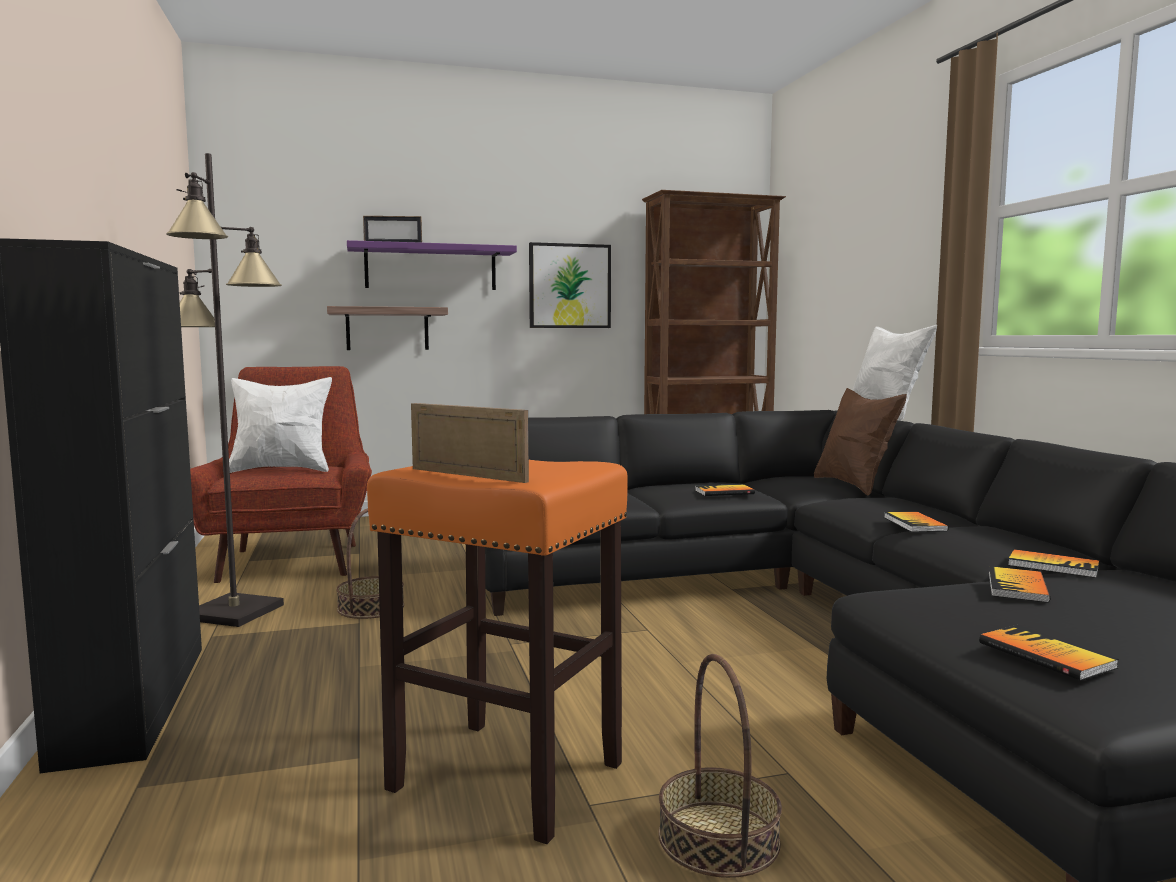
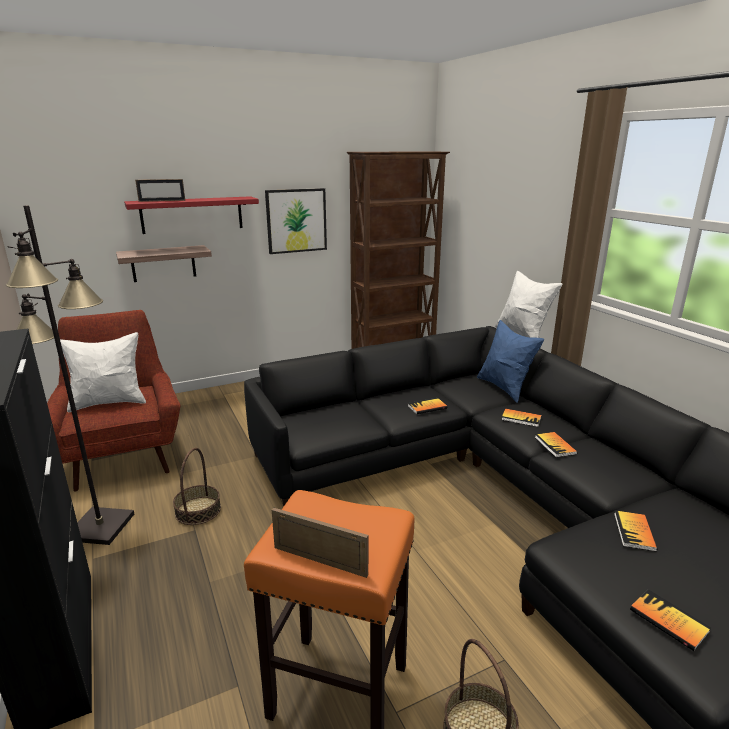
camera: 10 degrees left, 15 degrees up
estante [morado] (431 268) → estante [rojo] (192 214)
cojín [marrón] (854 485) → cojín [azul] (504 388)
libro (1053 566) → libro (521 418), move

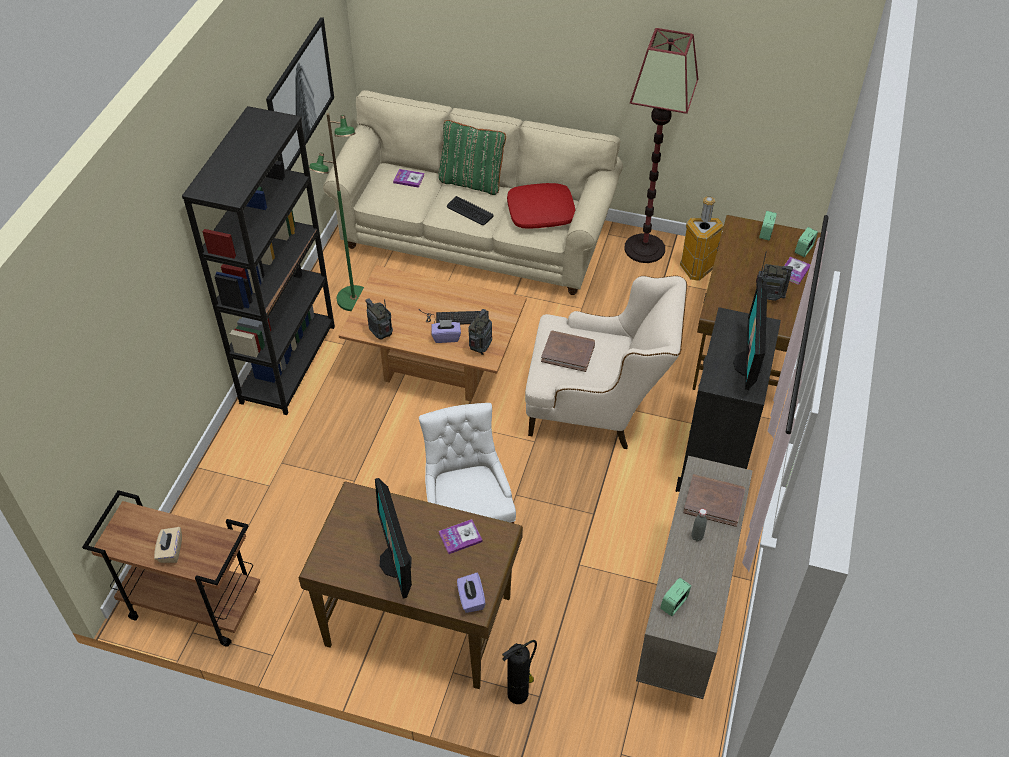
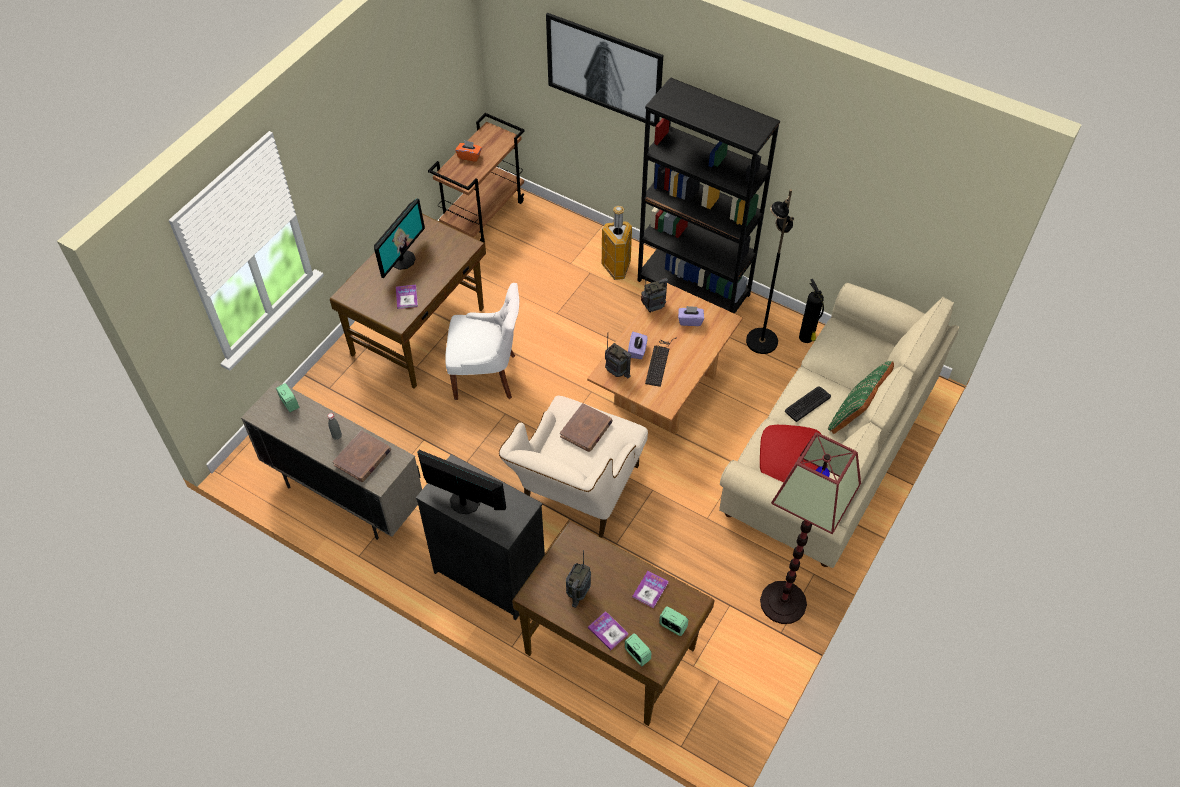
camera: 105 degrees right, 5 degrees up
caja de pañuelos [beis] (170 551) → caja de pañuelos [naranja] (469 156)
cuadro (299 97) → cuadro (605 69), move
lámpara de pie [verde] (353 299) → lámpara de pie [negro] (761 341)
monitor (396 562) → monitor (403 259), 120 degrees clockwise
libro (409 179) → libro (650 590), move
caja de pañuelos [morado] (471 599) → caja de pañuelos [morado] (690 321), move
extintor (519 693) → extintor (806 338), move
papelera (698 269) → papelera (617 269), move

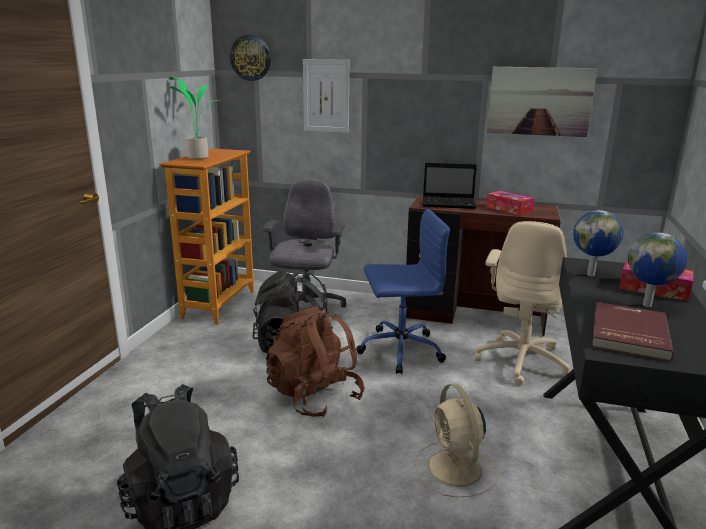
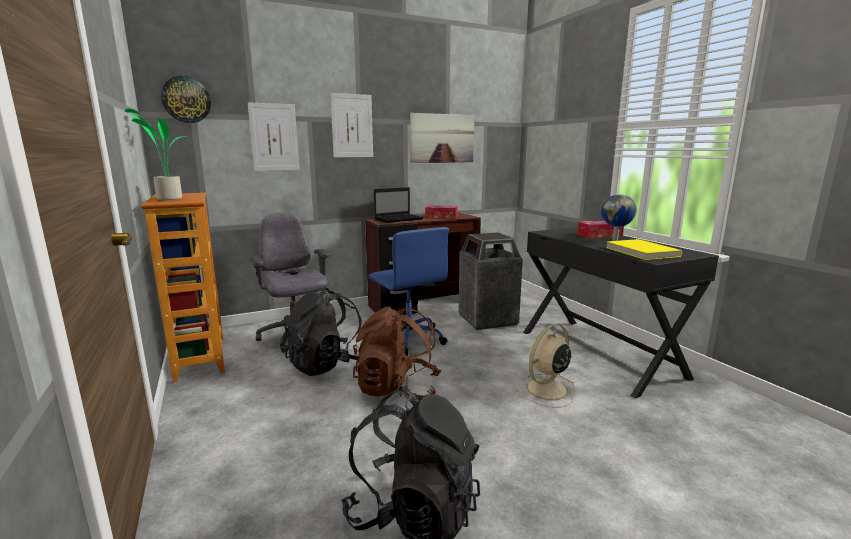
camera: 40 degrees left, 5 degrees down
silla de oficina [azul] (399 350) → silla de oficina [azul] (408 339), 105 degrees clockwise
ventilador [beis] (455 470) → ventilador [beis] (545 390), 105 degrees clockwise
silla de oficina [beis] (522 361) → papelera (487 319)
globo terráqueo (591 274) → -
libro [rojo] (627 333) → libro [amarillo] (640 252)
- → cuadro (352 126)

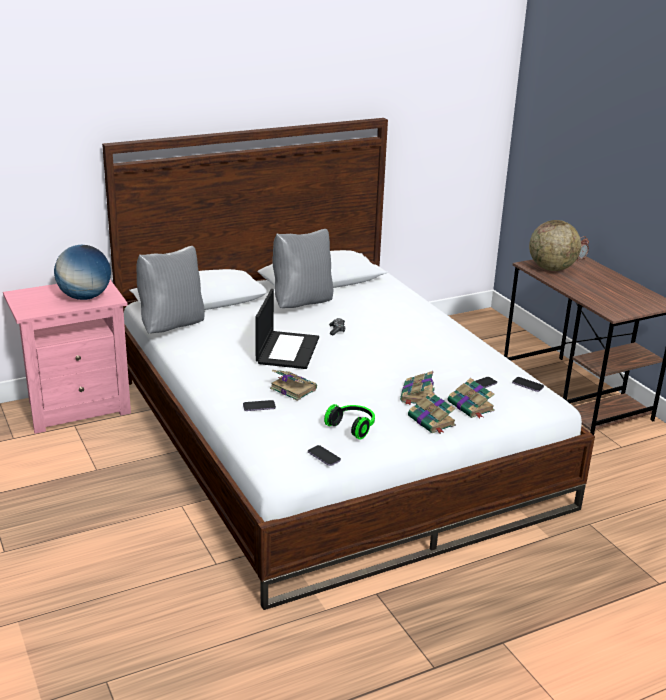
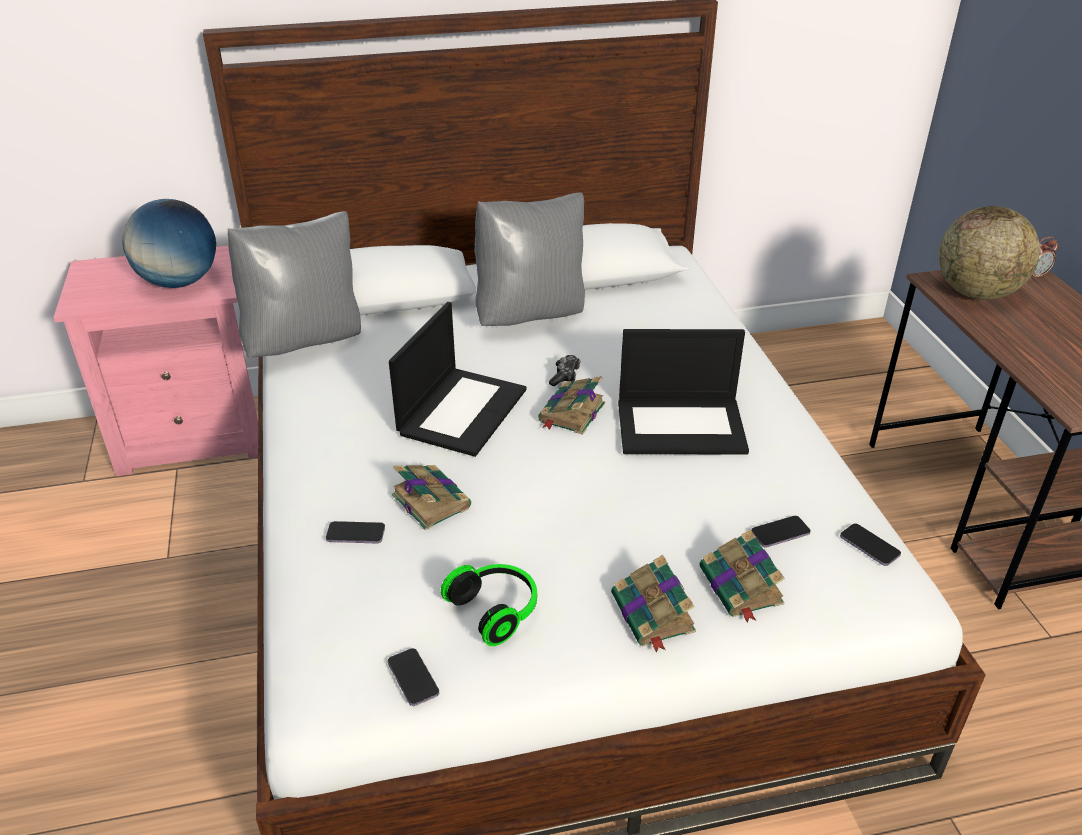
camera: 15 degrees right, 10 degrees up
libro (417 396) → libro (571 413), move
- → portátil (682 425)

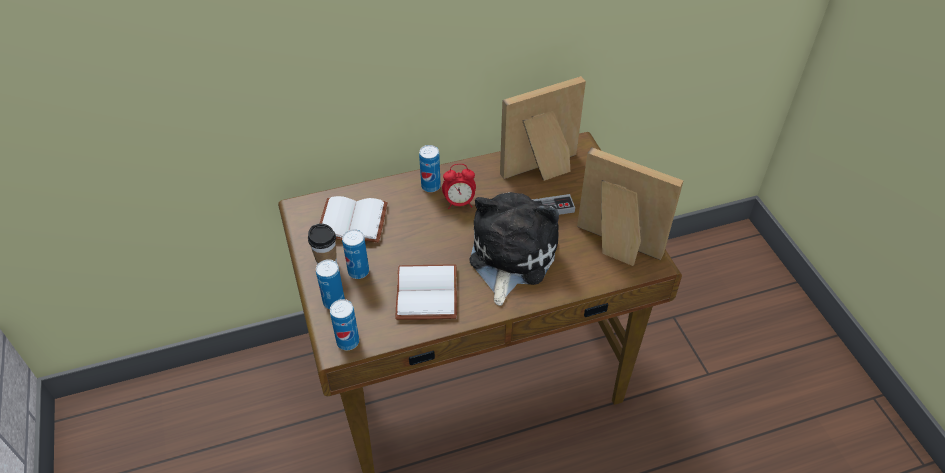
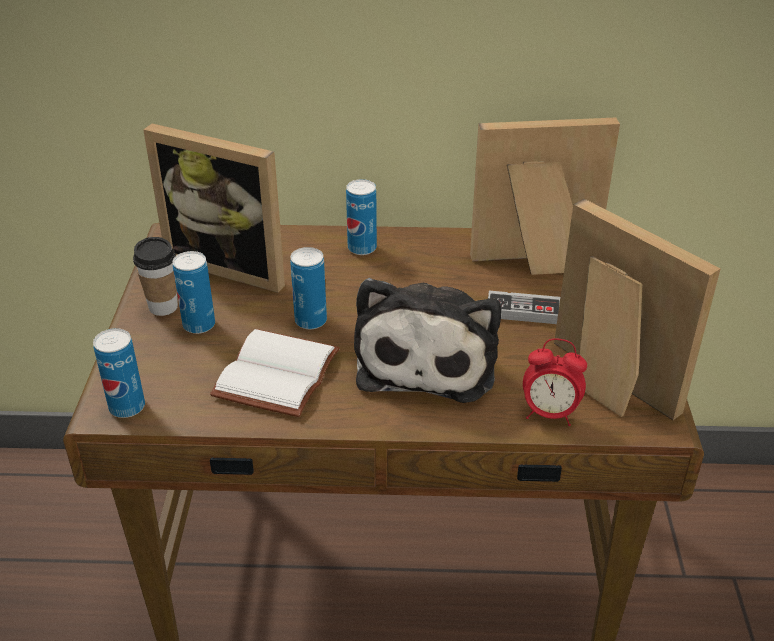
camera: 20 degrees right, 10 degrees down
lata (334 302) → lata (310 321), move
libro [blanco] (354 220) → portarretratos (232 264)
despertador (459 203) → despertador (549 414), move
peluche (510 257) → peluche (428 358), 150 degrees clockwise

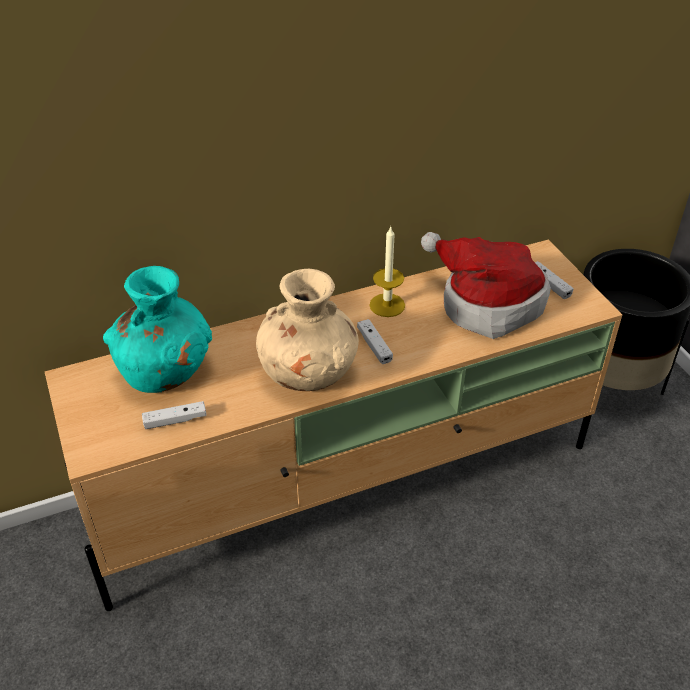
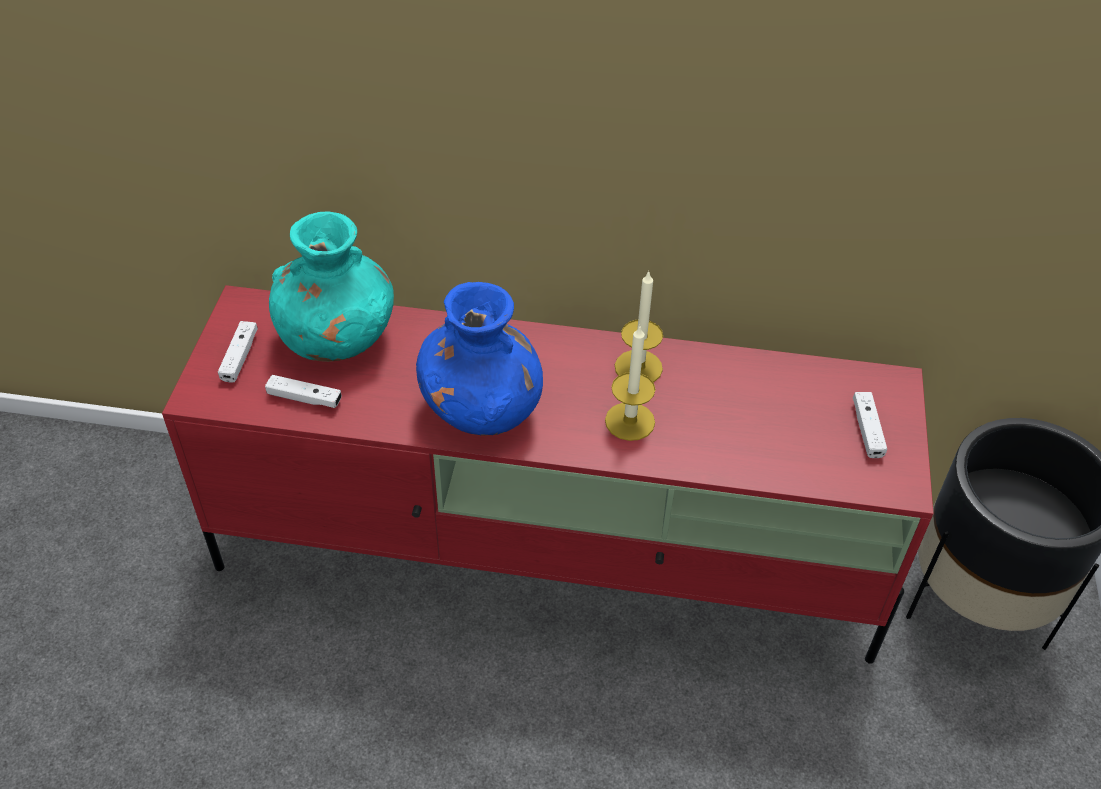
camera: 30 degrees right, 5 degrees up
mueble de televisión [beis] (347 483) → mueble de televisión [rojo] (550 560)
florero [beis] (309 373) → florero [azul] (482 410)
mando de consola [blanco] (374 346) → mando de consola [blanco] (239 357), move
sombrero (485 303) → -
- → vela (630 421)

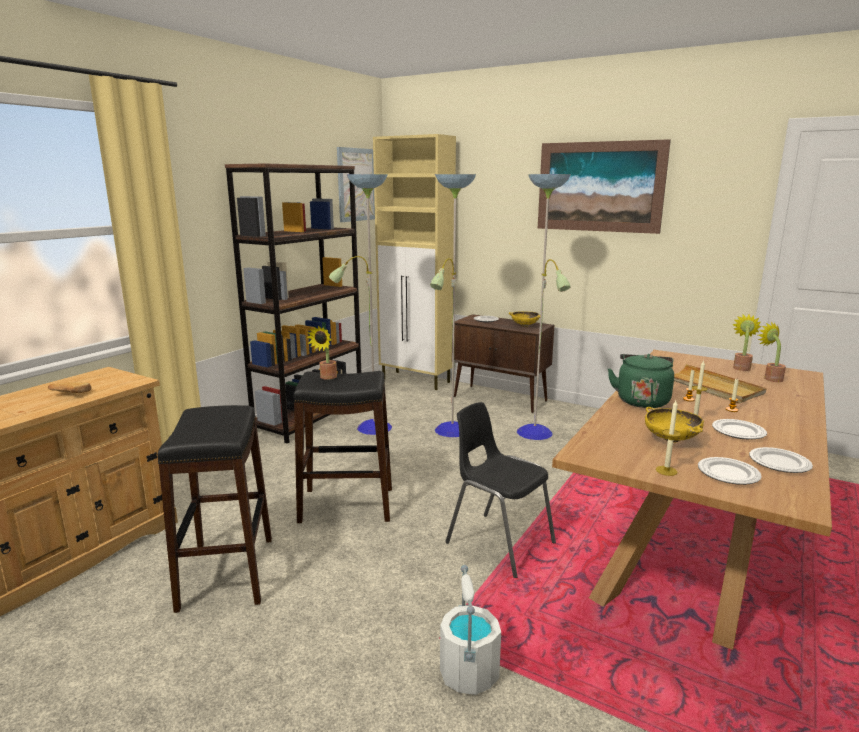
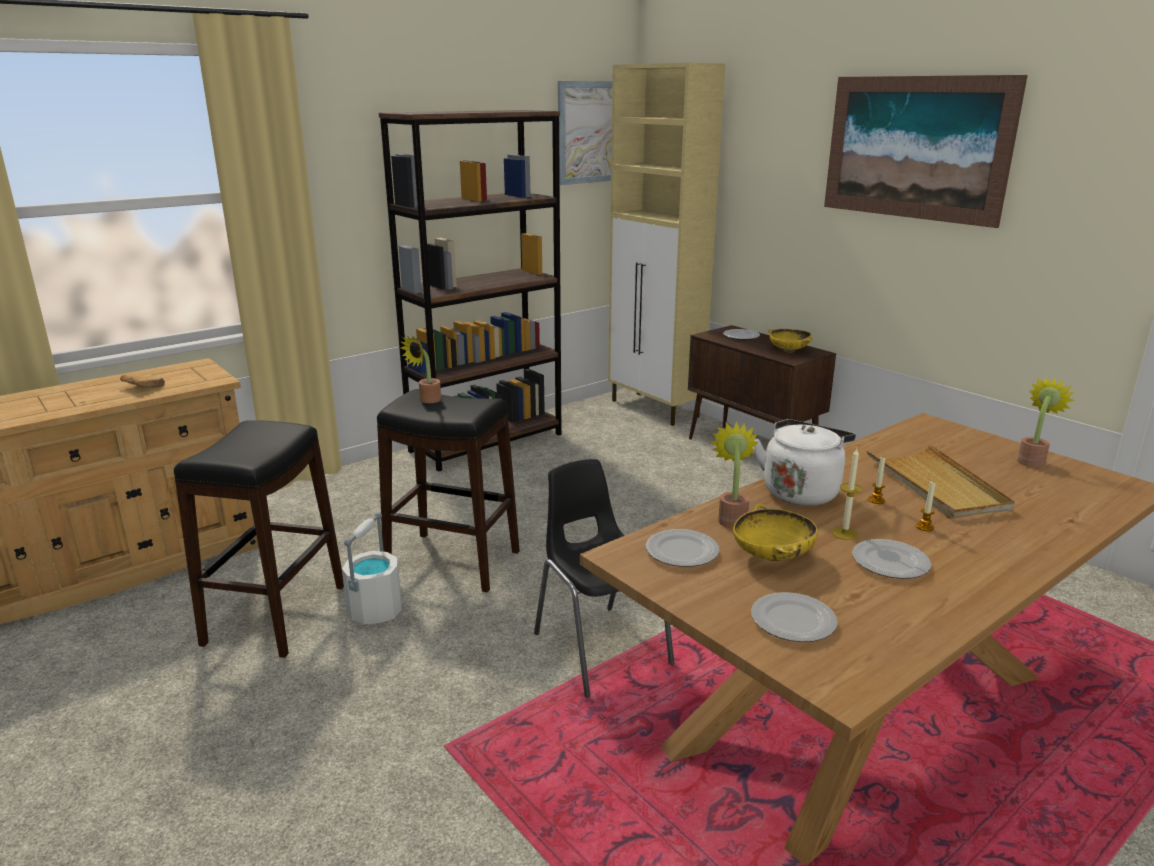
camera: 20 degrees right, 5 degrees up
lámpara de pie (451 431) → -
cubo [blanco] (468 672) → cubo [blanco] (375 610), move
hervidor [verde] (641 400) → hervidor [blanco] (801 491)
vela (666 471) → -
plato (780 463) → plato (682 552), move
planta en maceta (770 378) → planta en maceta (731 518), move

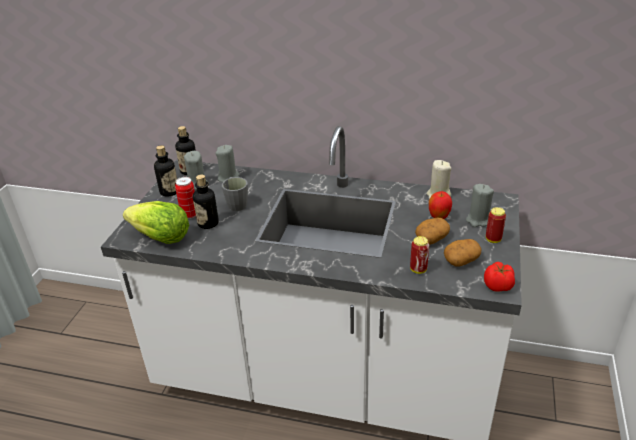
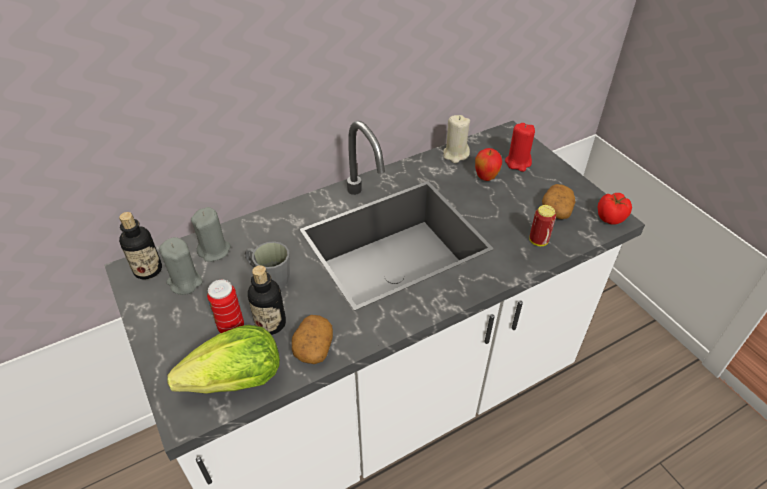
camera: 45 degrees left, 10 degrees up
botella (169 192) → -
patata (431 238) → patata (313 347), move
vela [gris] (478 220) → vela [rojo] (518 162)
lata (493 239) → -

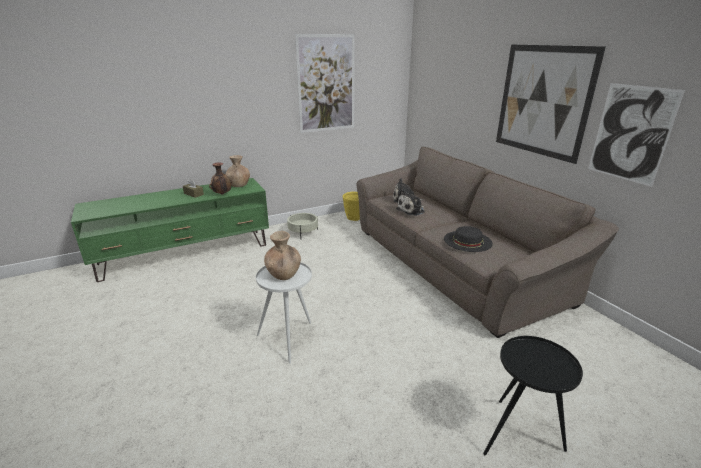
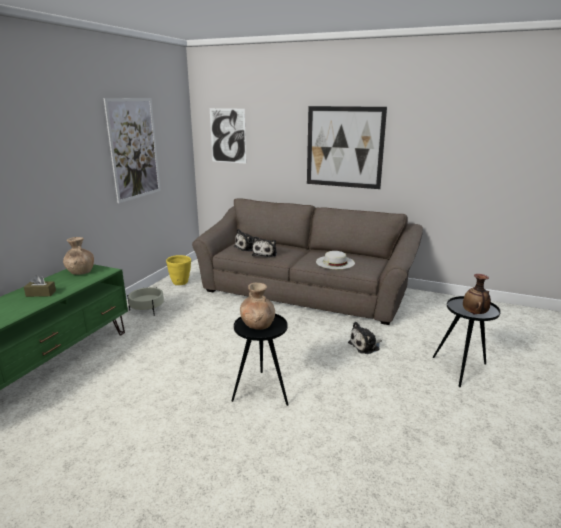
camera: 40 degrees left, 5 degrees down
florero (222 194) → florero (474 314), move
mesa auxiliar [blanco] (289 339) → mesa auxiliar [negro] (262 390)
sombrero [negro] (467 241) → sombrero [blanco] (335 262)
cuadro (631 134) → cuadro (228 136), move
- → peluche (365 346)

